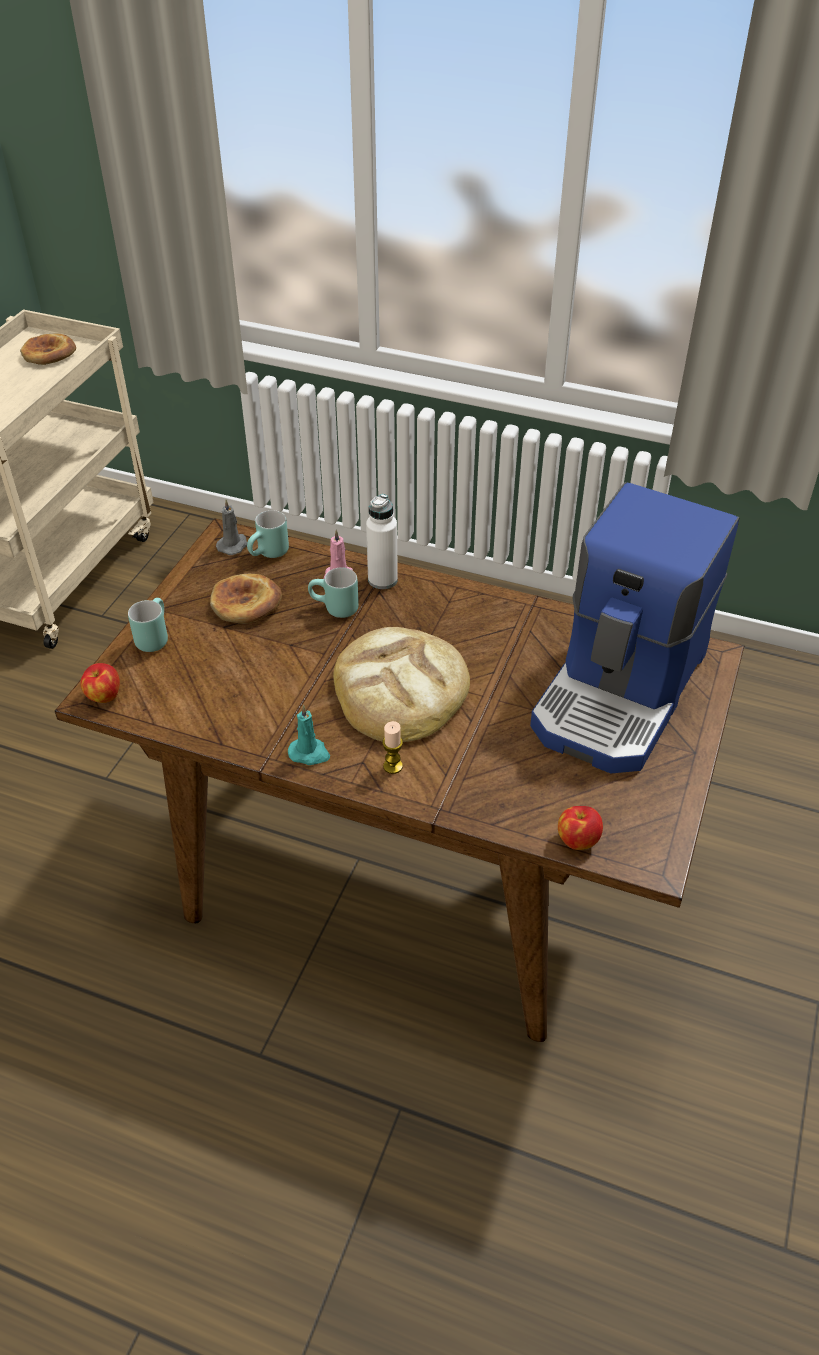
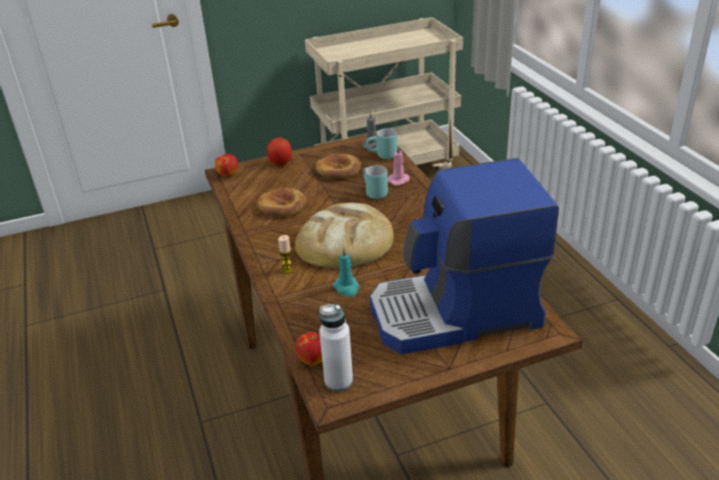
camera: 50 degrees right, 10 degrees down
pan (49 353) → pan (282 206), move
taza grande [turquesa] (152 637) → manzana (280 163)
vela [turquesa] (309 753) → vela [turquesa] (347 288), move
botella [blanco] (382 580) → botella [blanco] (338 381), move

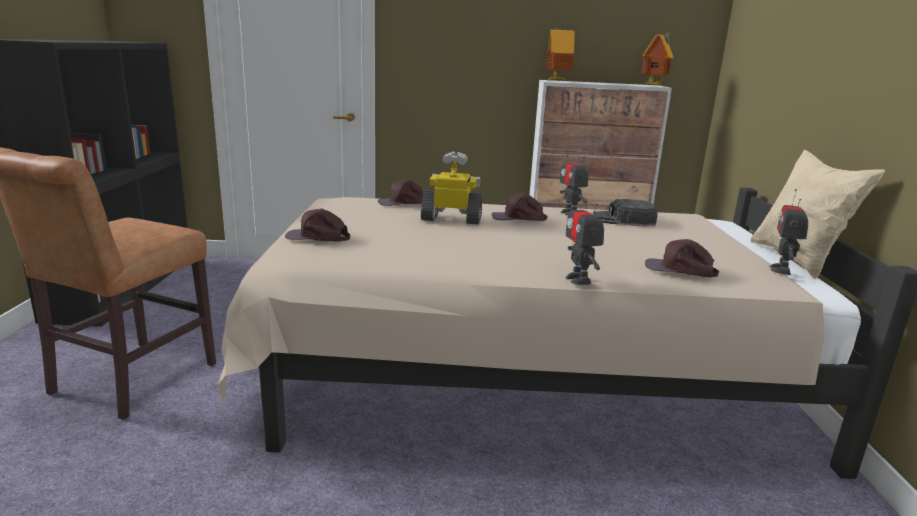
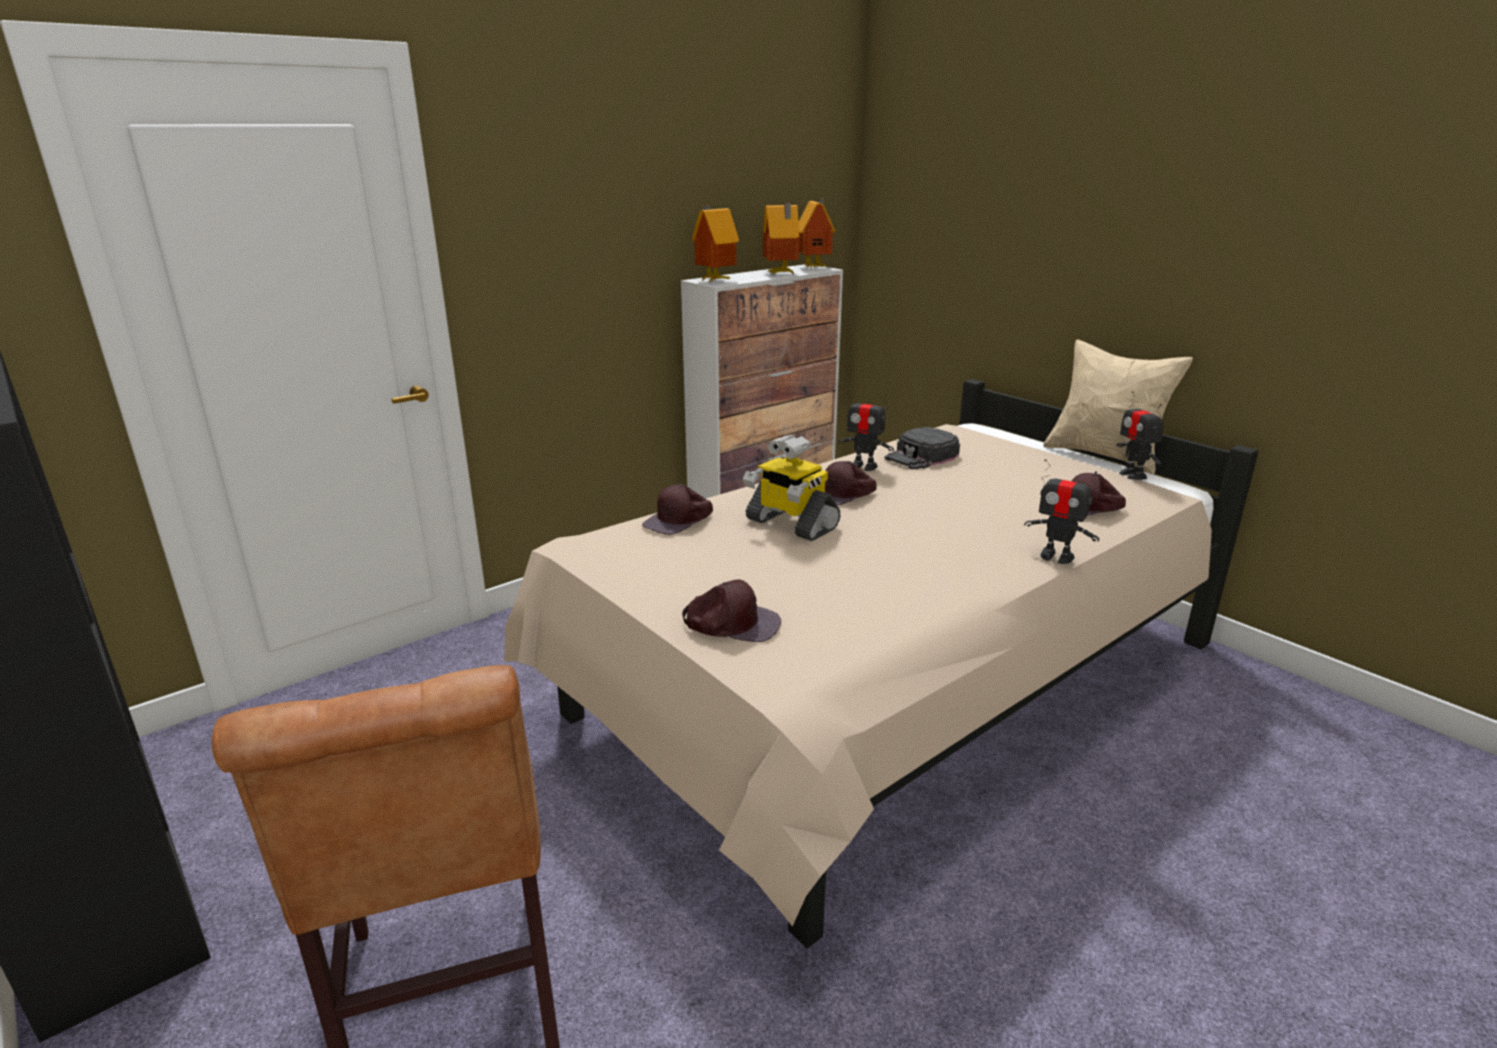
camera: 40 degrees left, 5 degrees up
gorra [marrón] (318 237) → gorra [marrón] (731 623), 135 degrees counterclockwise
robot de juguete (452 219) → robot de juguete (790 524), 105 degrees counterclockwise
- → casita (781 274)

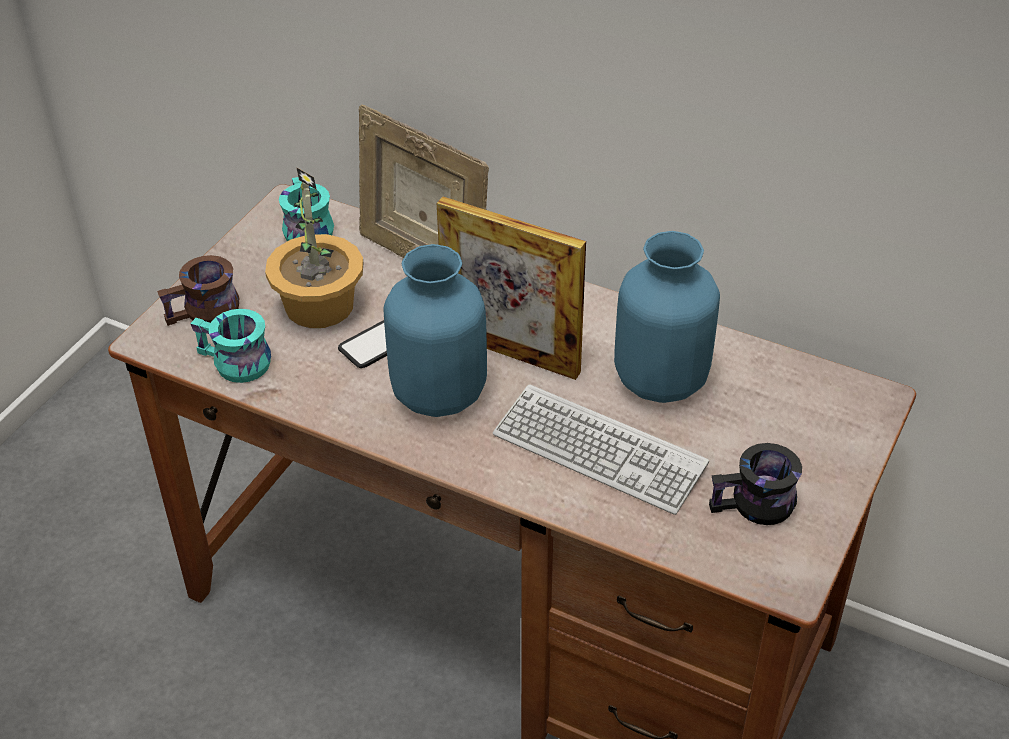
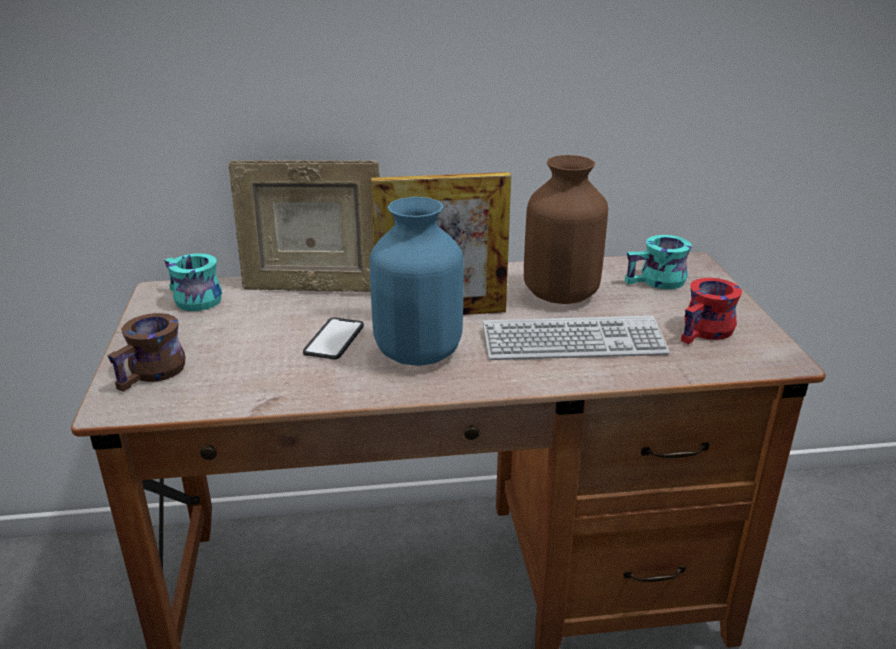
camera: 35 degrees left, 15 degrees down
taza grande [turquesa] (233 364) → taza grande [turquesa] (657 282), move
planta en maceta (318 305) → -
florero [azul] (661 381) → florero [marrón] (562 294)
taza grande [negro] (755 508) → taza grande [rojo] (707 332)

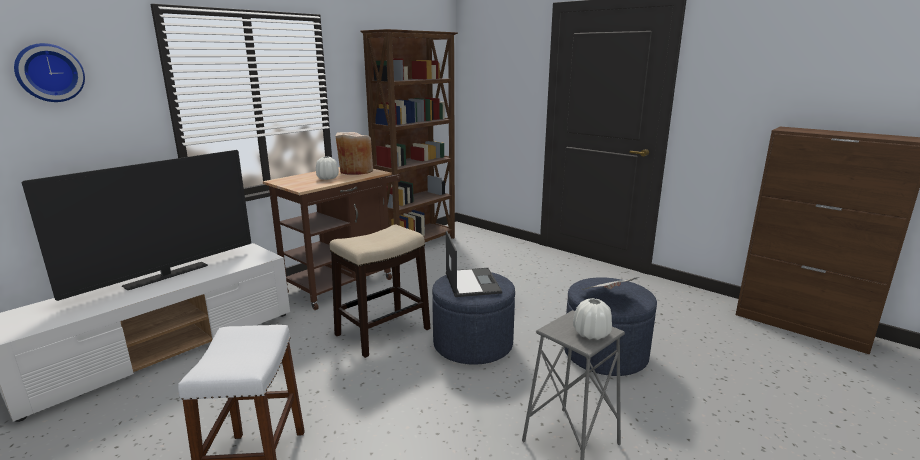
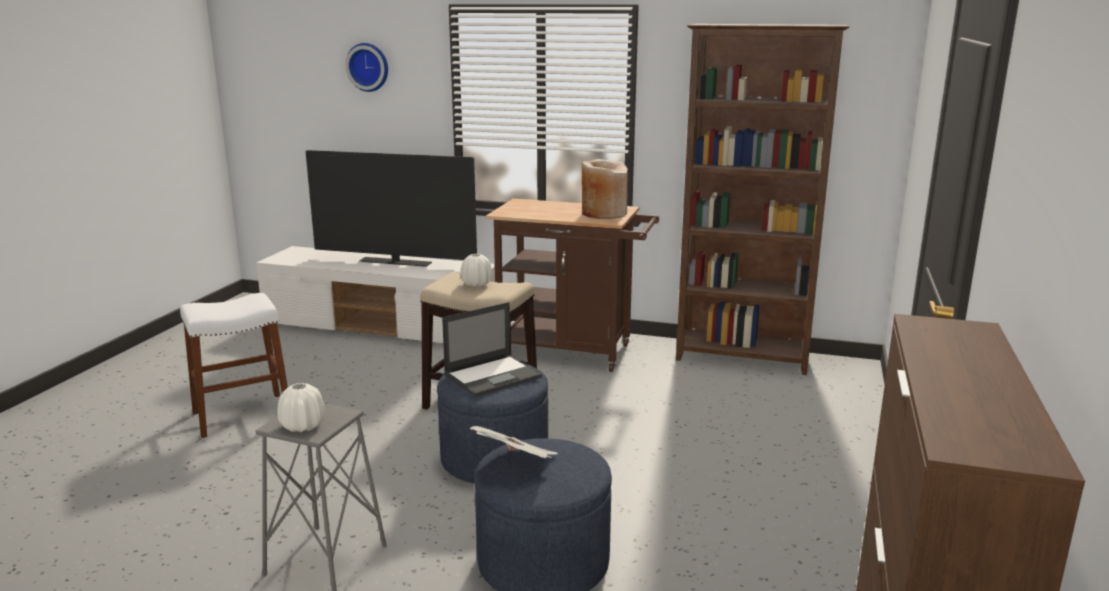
camera: 65 degrees right, 0 degrees up
florero [blanco] (327 178) → florero [blanco] (476 284), move

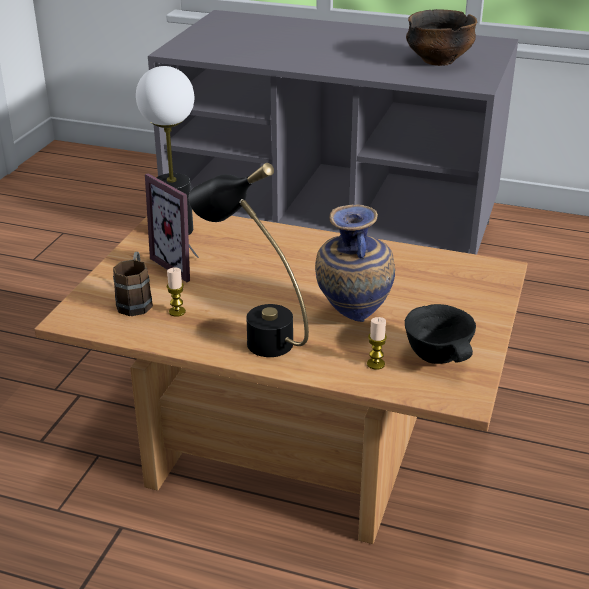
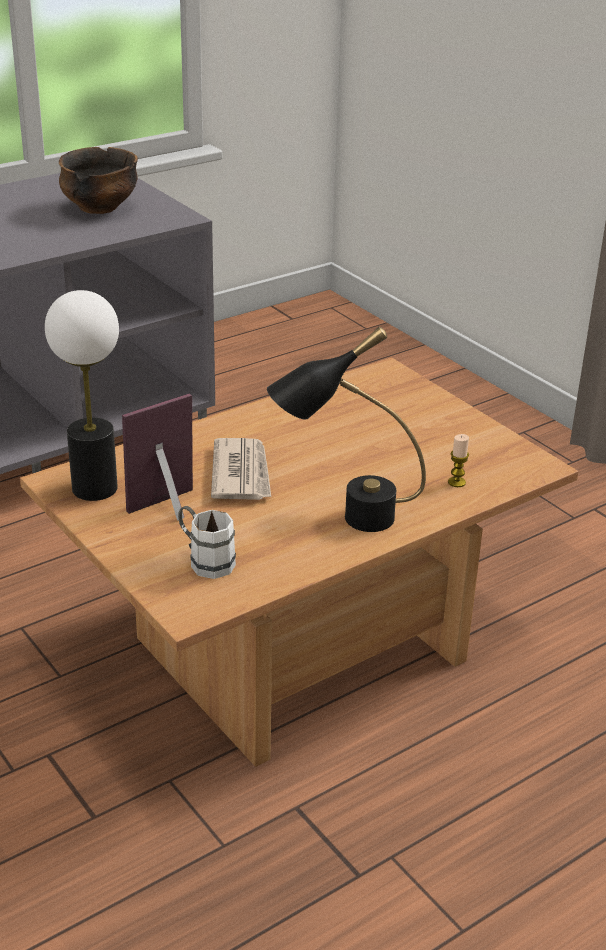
camera: 55 degrees left, 0 degrees up
taza grande [marrón] (136 301) → taza grande [blanco] (205 561)
portarretratos (182 264) → portarretratos (170 509), 150 degrees clockwise
vela (177 312) → -
florero (351 320) → -
cuenco [negro] (439 357) → -
- → periódico (241 473)

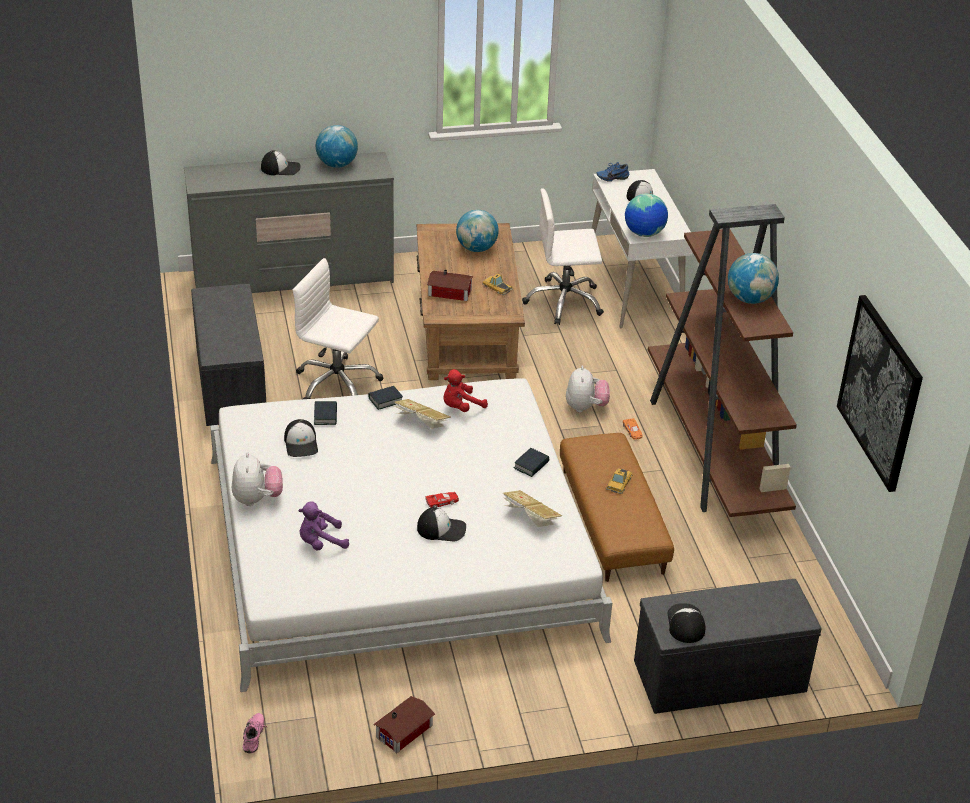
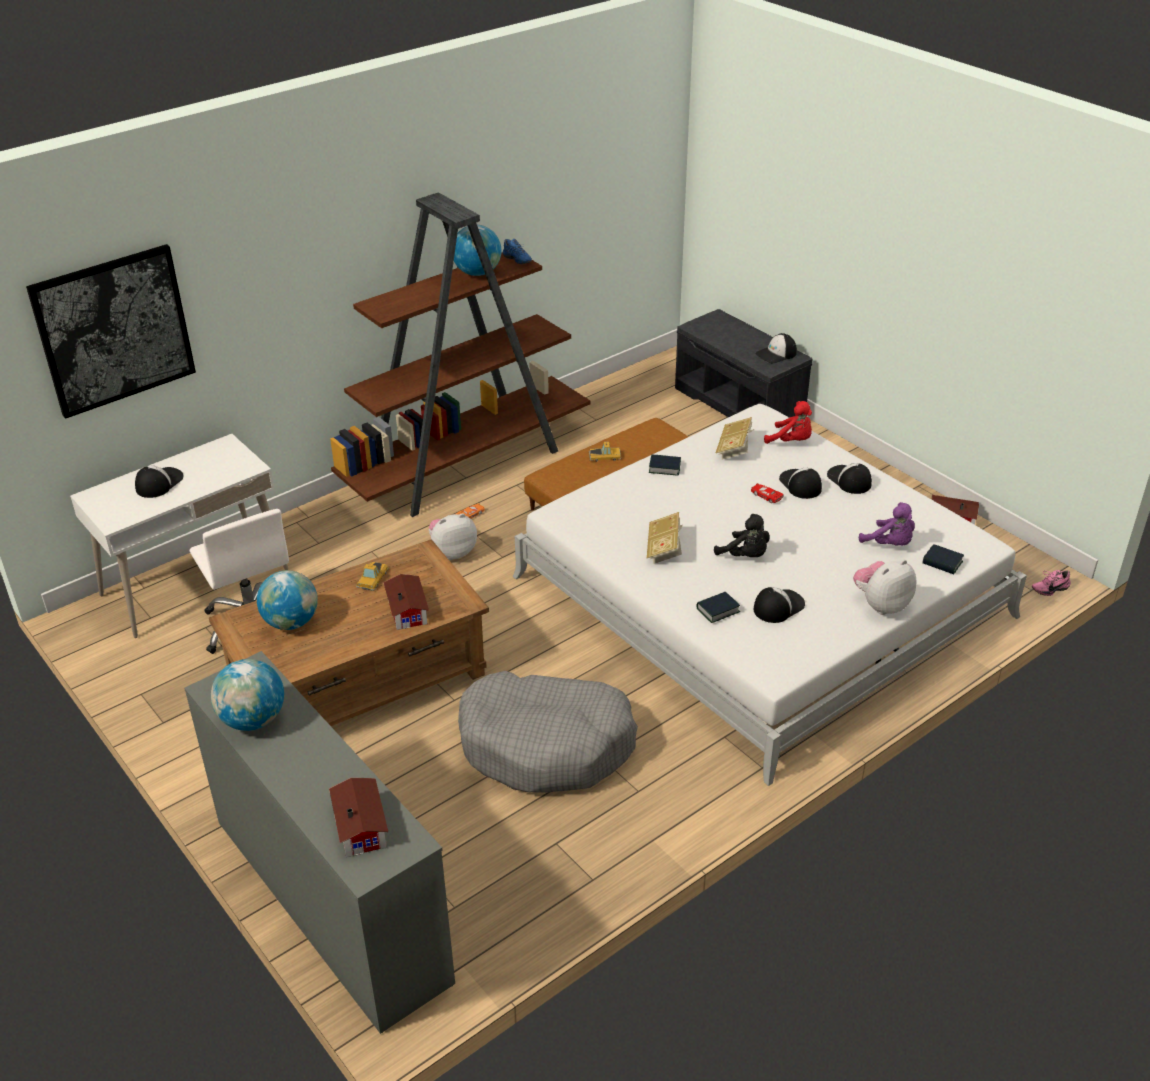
camera: 115 degrees left, 0 degrees up
banco [gris] (229 382) → -
gorra (281 168) → gorra (849 480), move
silla de oficina [blanco] (337 384) → cama para perro [gris] (546 745)
libro (385 400) → libro (942 563), move
peluche [rojo] (461 407) → peluche [rojo] (791 441), move
zapato [azul] (612 177) → zapato [azul] (516 261), move
globo terráqueo (644 233) → -
cuadro (880 392) → cuadro (114 330), move
- → casita (362 824)
- → peluche [negro] (745 556)

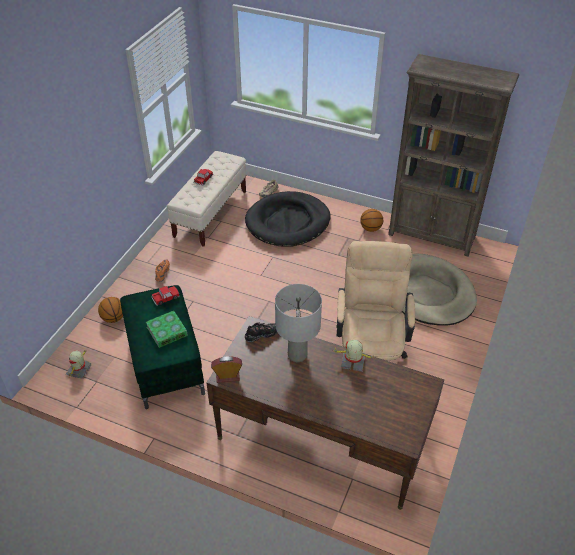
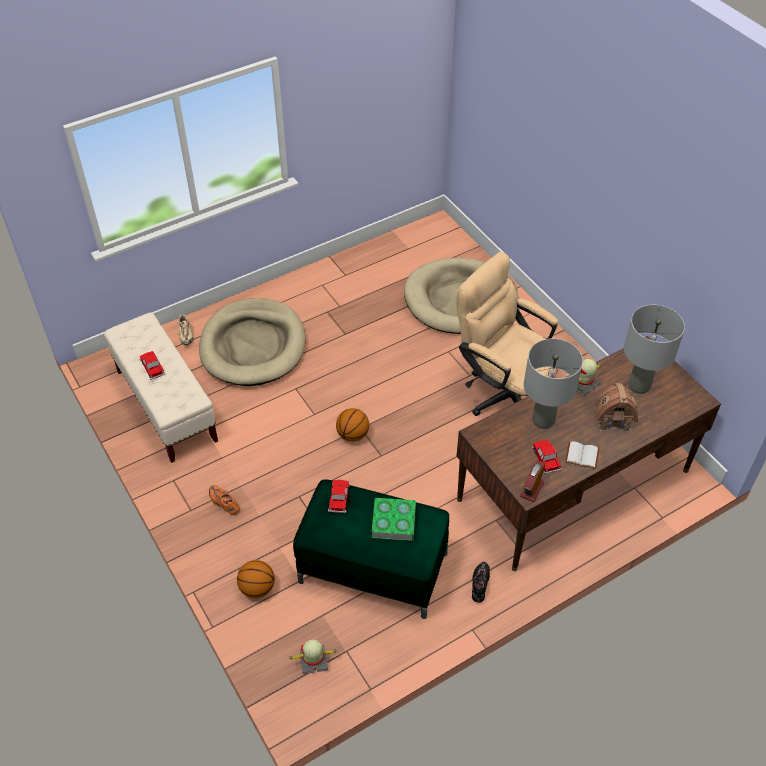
camera: 55 degrees left, 5 degrees up
robot de juguete (79 370) → robot de juguete (314 661), 120 degrees clockwise
cama para perro [negro] (288 222) → cama para perro [beis] (253 346)
zapato [negro] (262 335) → zapato [negro] (479 584), move
balón de baloncesto (370 228) → balón de baloncesto (352 435), move
estantería [marrón] (432 236) → -
- → coche de juguete (546 459)
- → libro [blanco] (582 455)
- → casita (613 419)
- → lámpara de mesa [gris] (638 385)

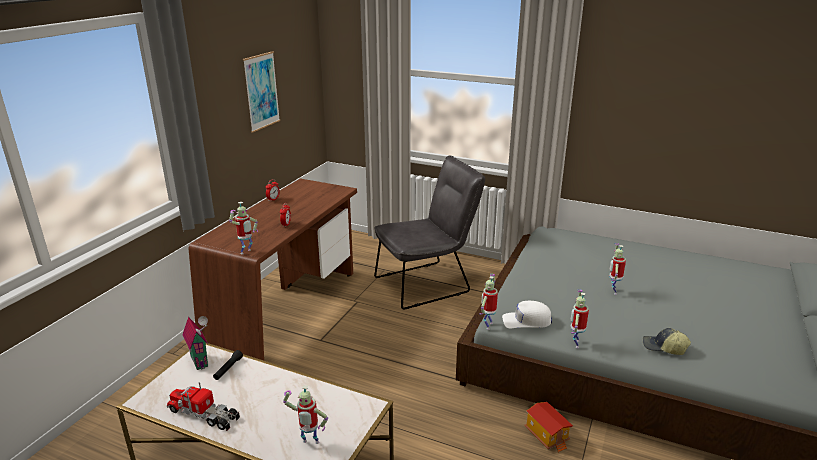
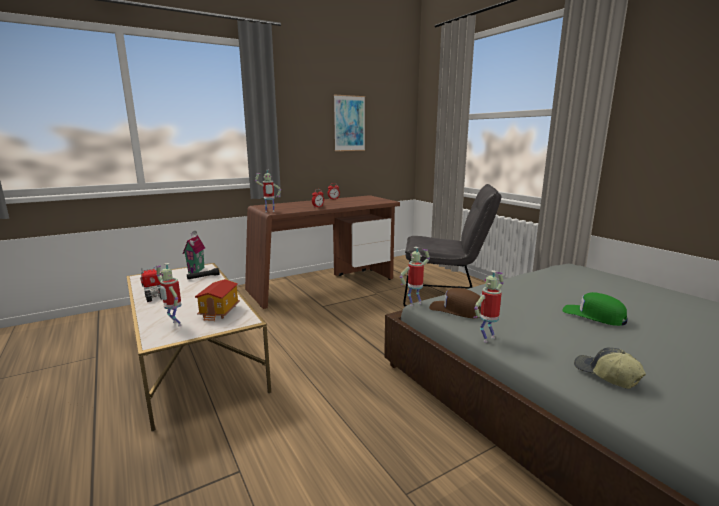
camera: 35 degrees right, 10 degrees down
gorra [blanco] (526 321) → gorra [marrón] (456 310)
casita (547 435) → casita (220 311), move
robot de juguete (613 291) → gorra [verde] (593 315)

